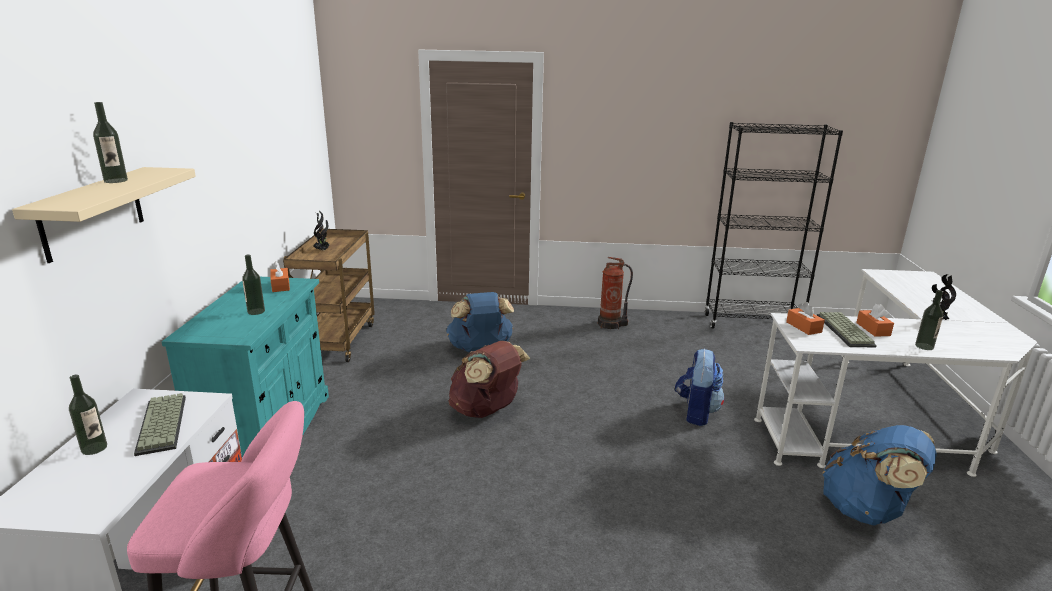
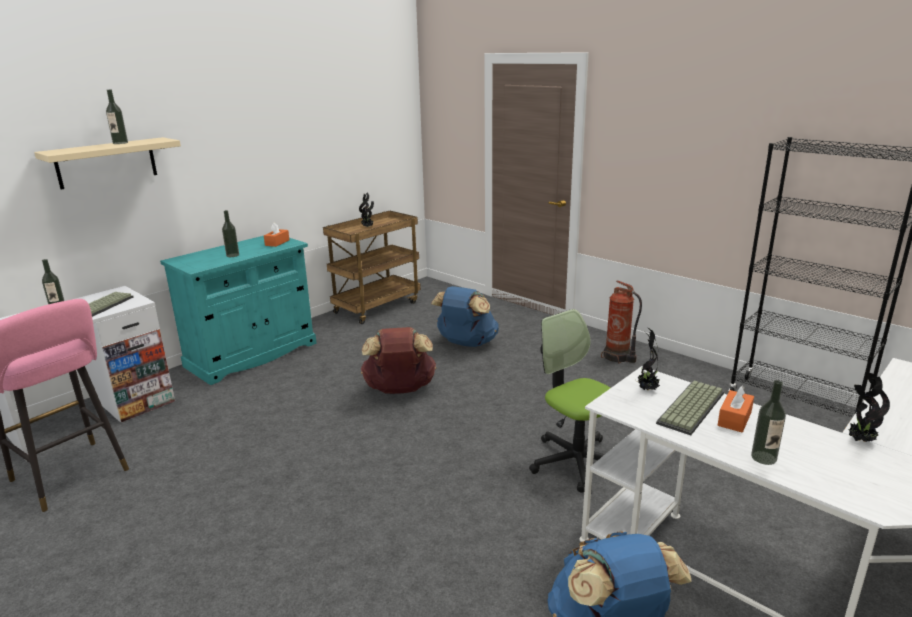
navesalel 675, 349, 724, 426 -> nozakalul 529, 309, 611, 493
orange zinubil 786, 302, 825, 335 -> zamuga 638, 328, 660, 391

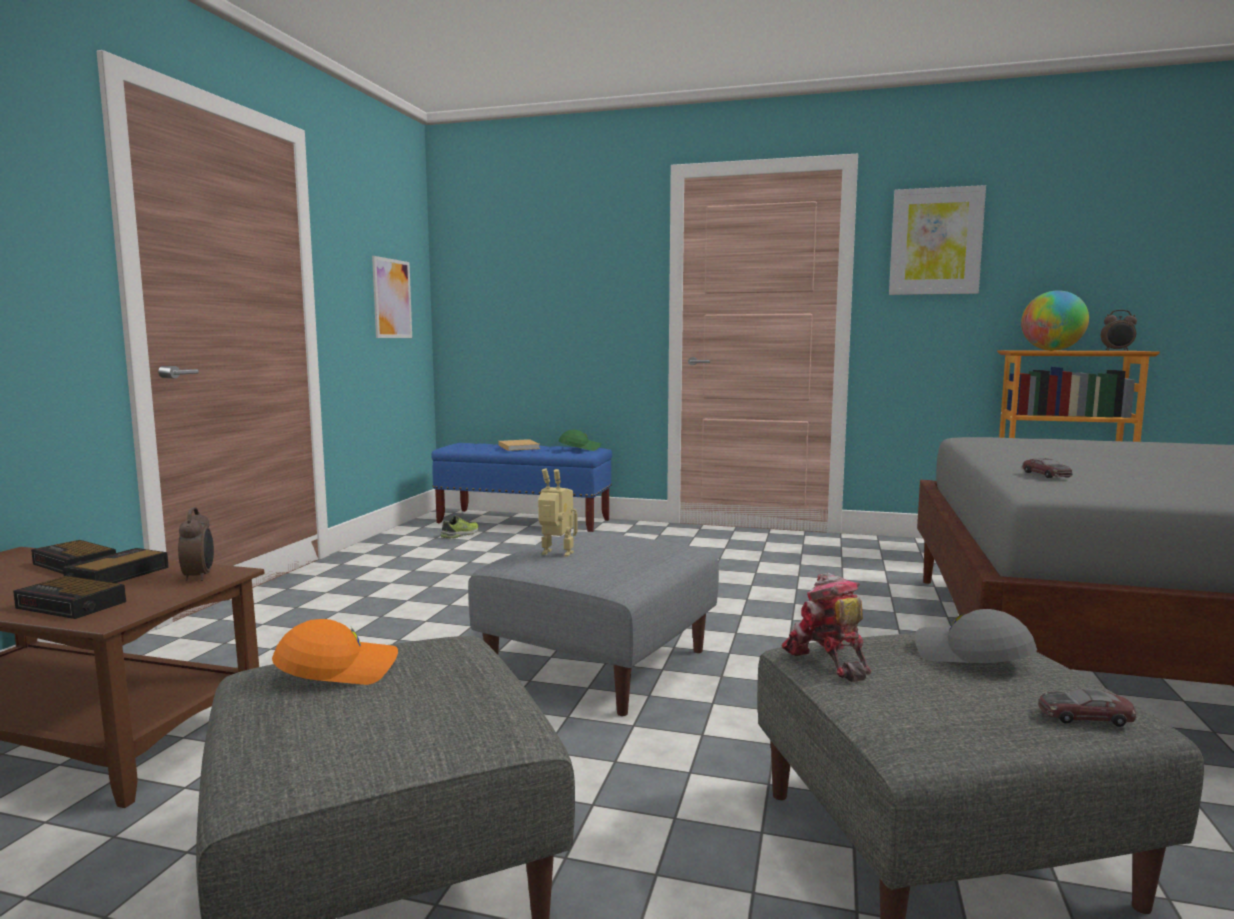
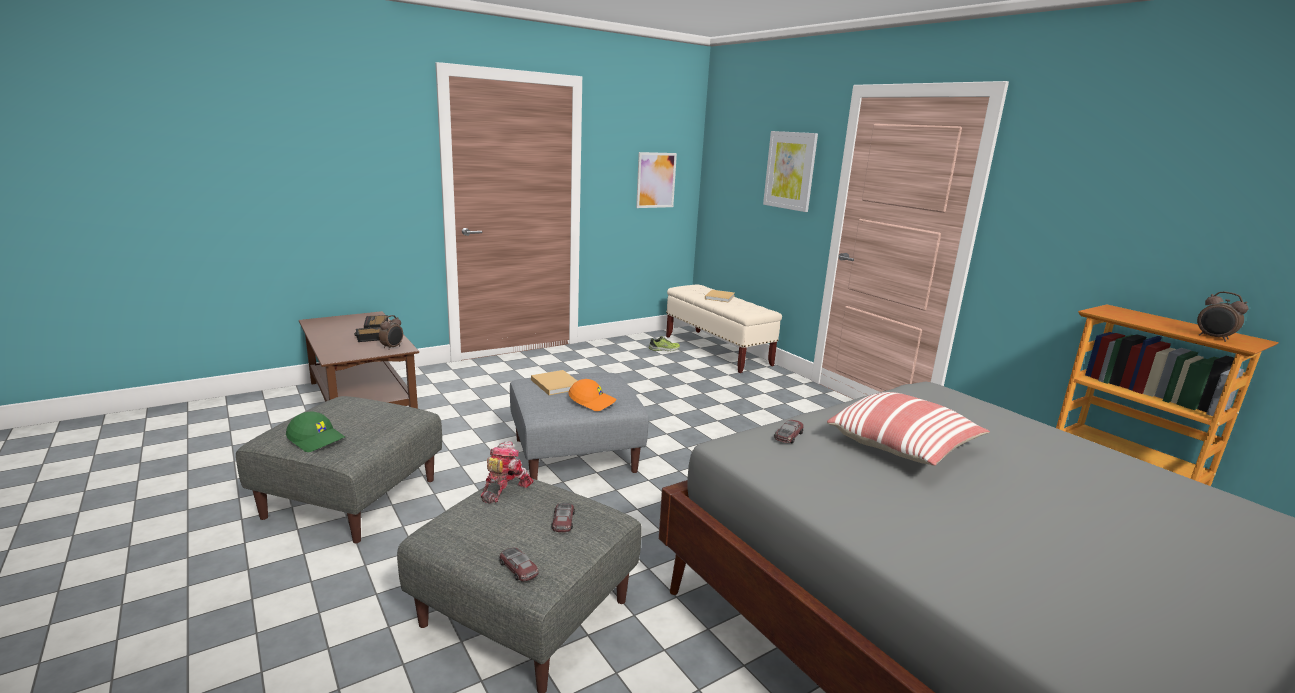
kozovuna 13, 576, 126, 619 -> none
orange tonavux 272, 619, 398, 685 -> orange tonavux 568, 379, 616, 411, shifted
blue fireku 431, 443, 612, 532 -> beige fireku 666, 285, 782, 373
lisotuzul 538, 469, 578, 557 -> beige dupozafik 531, 370, 577, 395
green tonavux 559, 429, 601, 451 -> green tonavux 286, 412, 345, 452, shifted
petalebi 889, 185, 986, 295 -> petalebi 763, 131, 818, 212, shifted
grey tonavux 915, 609, 1037, 663 -> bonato 551, 503, 575, 532
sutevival 1021, 290, 1089, 351 -> none
none -> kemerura 827, 392, 990, 466

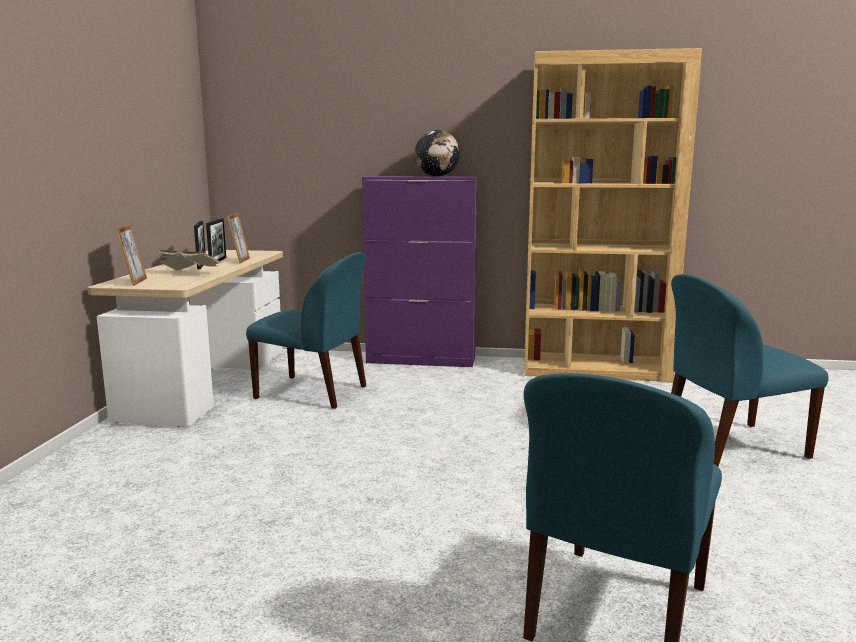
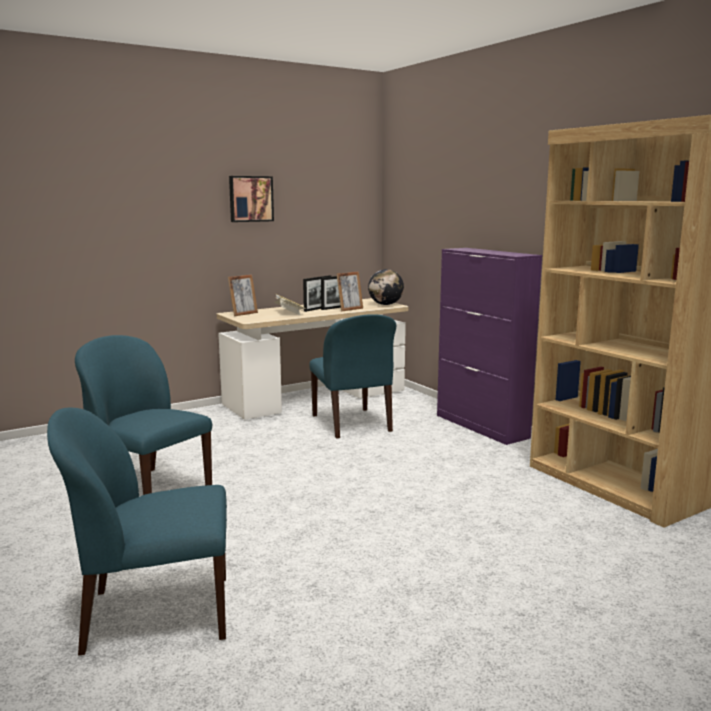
sutevival 415, 130, 460, 176 -> sutevival 368, 269, 404, 305, shifted
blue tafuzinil 671, 274, 828, 466 -> blue tafuzinil 75, 335, 212, 495, shifted
none -> petalebi 229, 176, 274, 222

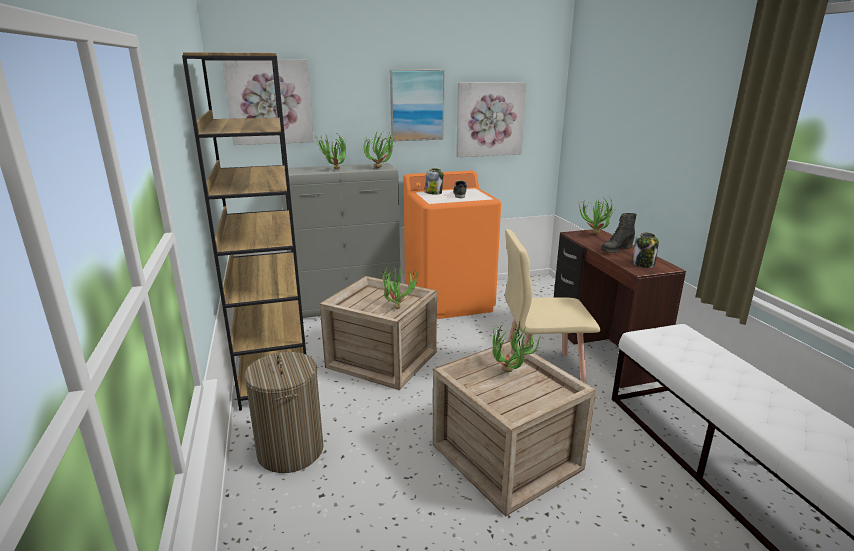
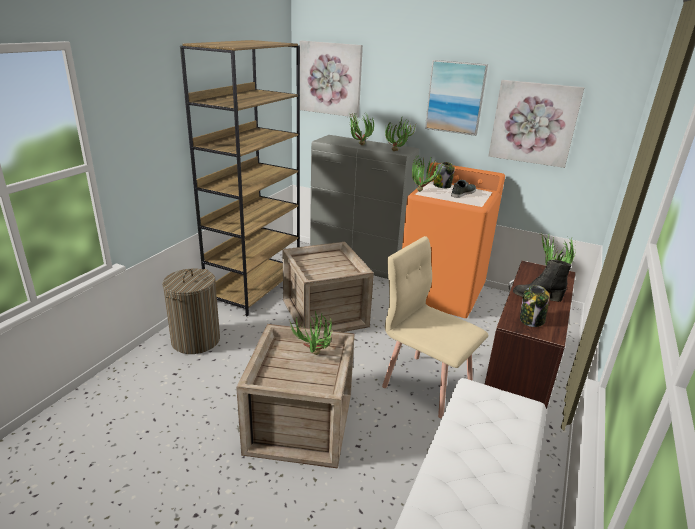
zamuga 381, 267, 419, 310 -> zamuga 412, 156, 444, 192, shifted

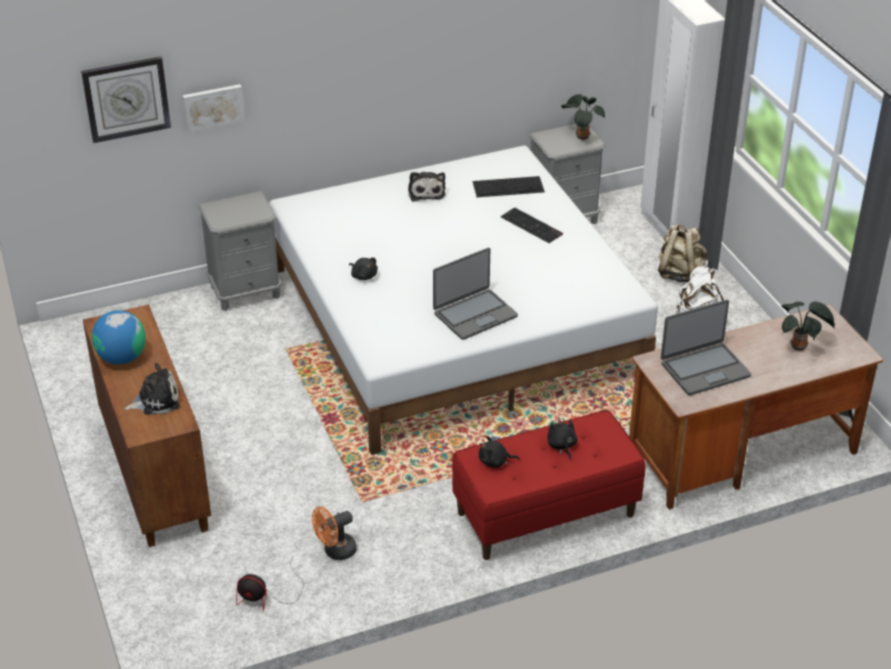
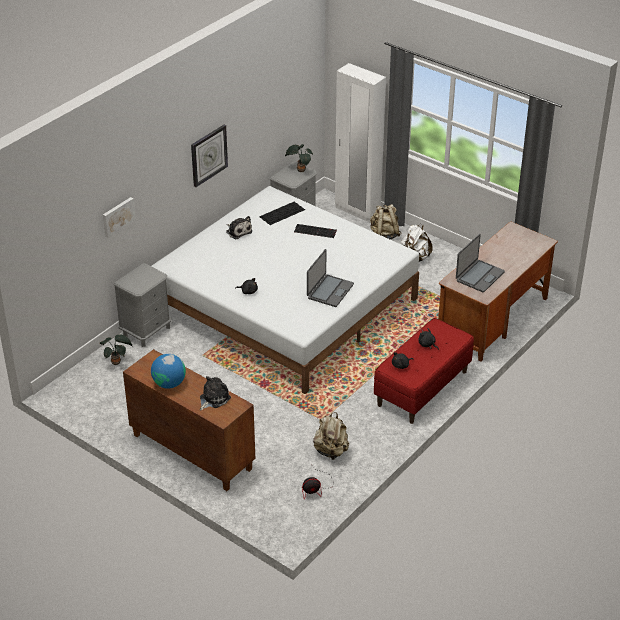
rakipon 81, 56, 171, 143 -> rakipon 191, 125, 228, 187, shifted
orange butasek 312, 506, 357, 560 -> beige navesalel 313, 412, 349, 460
zamuga 781, 301, 835, 351 -> zamuga 99, 334, 132, 365, shifted

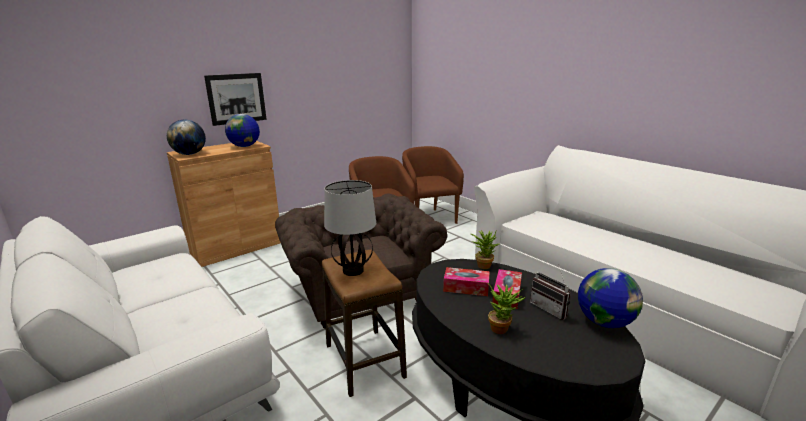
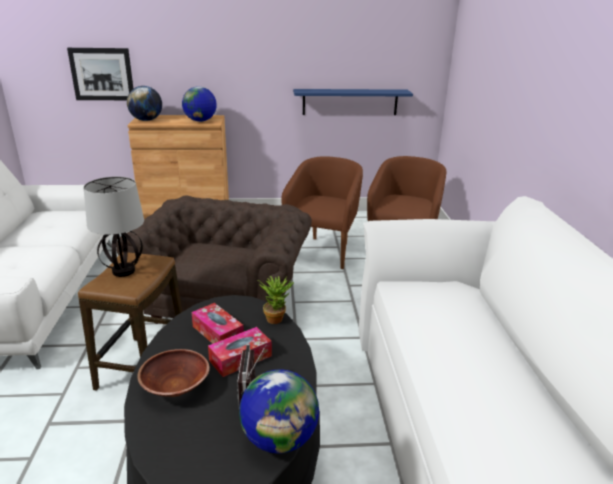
petalebi 204, 73, 267, 126 -> petalebi 67, 48, 133, 100, shifted
zamuga 487, 283, 526, 334 -> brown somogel 137, 349, 210, 397
none -> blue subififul 293, 89, 413, 115

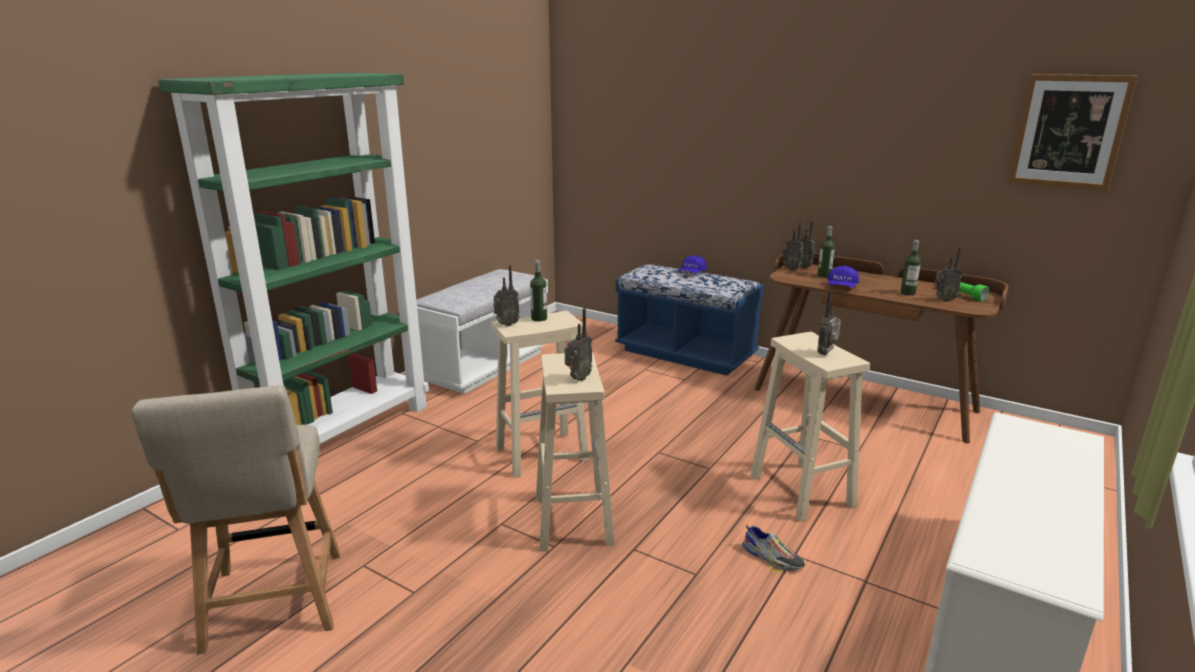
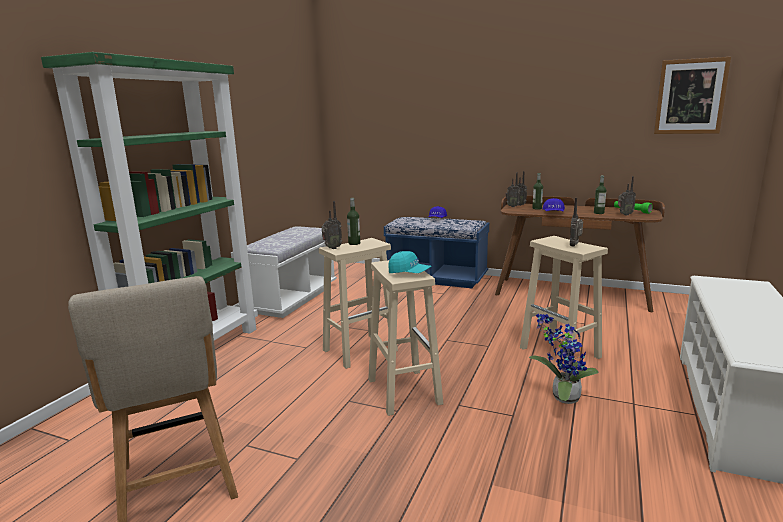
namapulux 565, 308, 592, 381 -> turquoise tonavux 388, 251, 431, 273
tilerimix 742, 525, 805, 573 -> zamuga 529, 313, 598, 404

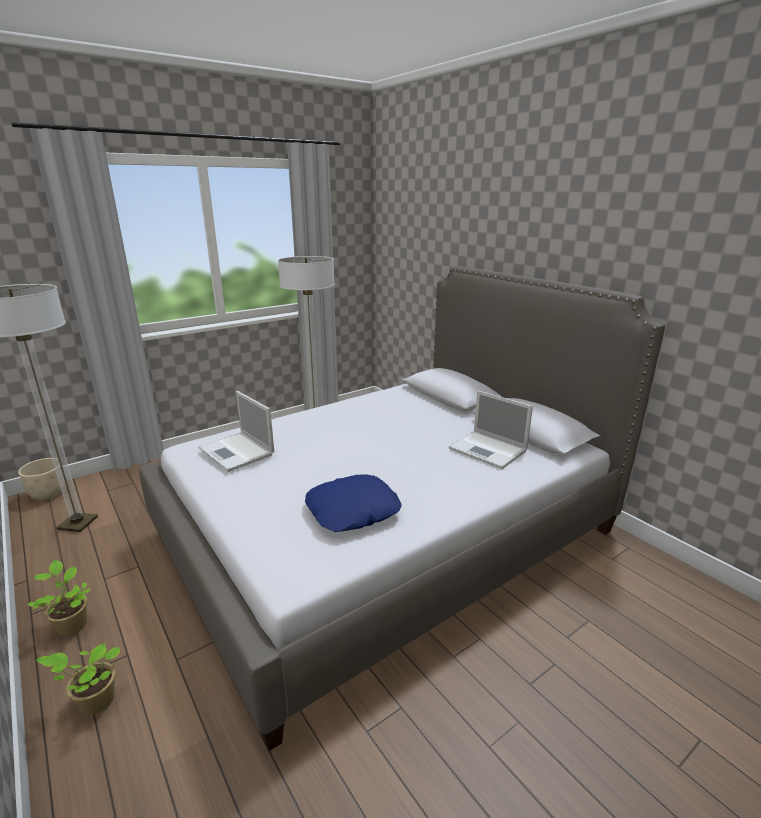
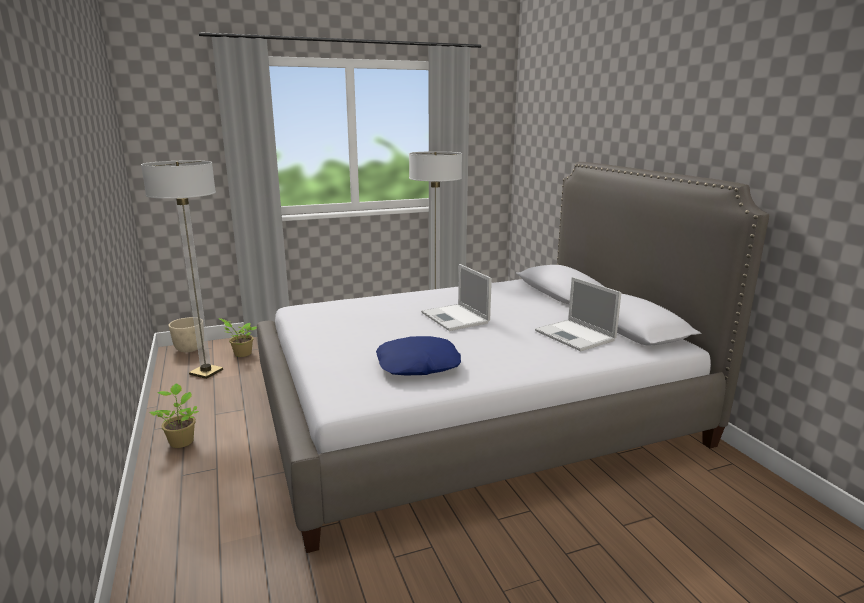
zamuga 36, 643, 121, 715 -> zamuga 218, 318, 257, 357, shifted
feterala 199, 391, 274, 472 -> feterala 421, 264, 492, 331, shifted

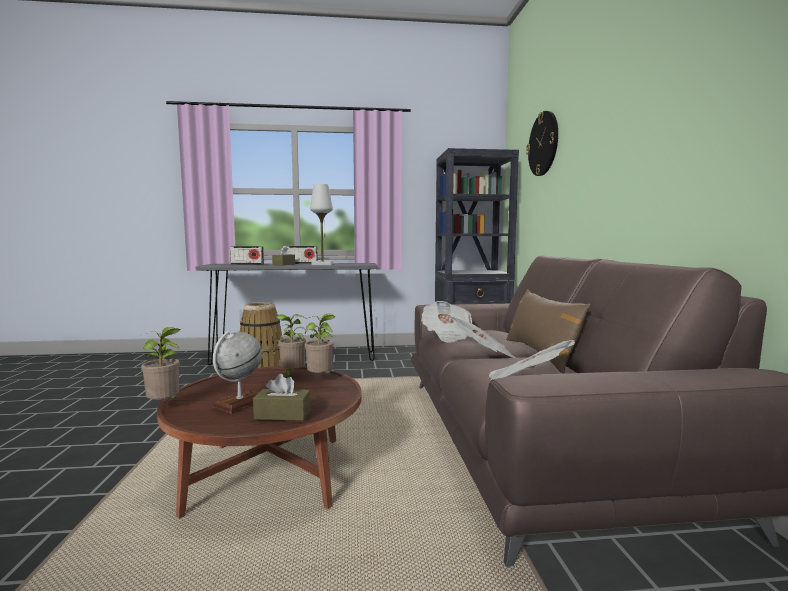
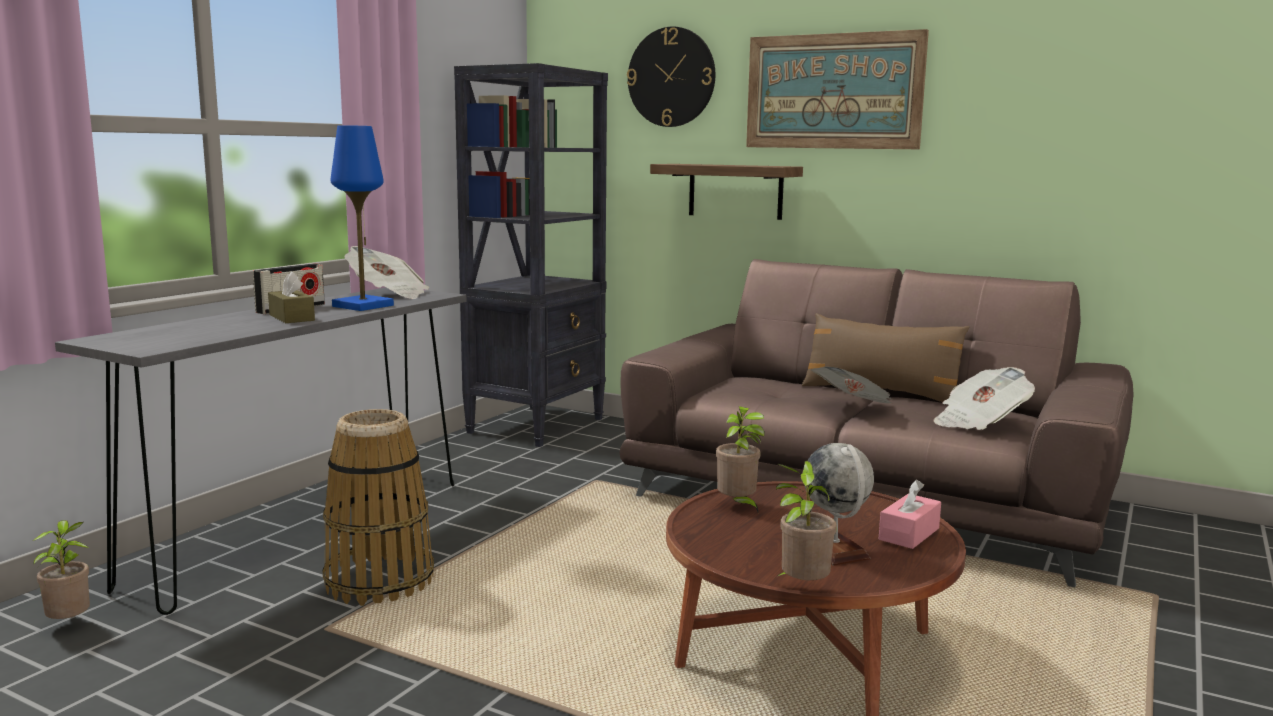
namapulux 230, 246, 264, 265 -> none
brown zinubil 253, 374, 311, 421 -> pink zinubil 879, 480, 941, 549
zamuga 305, 314, 335, 374 -> zamuga 33, 520, 90, 619, shifted
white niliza 310, 184, 333, 265 -> blue niliza 331, 125, 394, 311
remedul 421, 301, 472, 343 -> remedul 345, 246, 429, 299, shifted
none -> subififul 650, 164, 803, 220
none -> petalebi 746, 29, 929, 149

